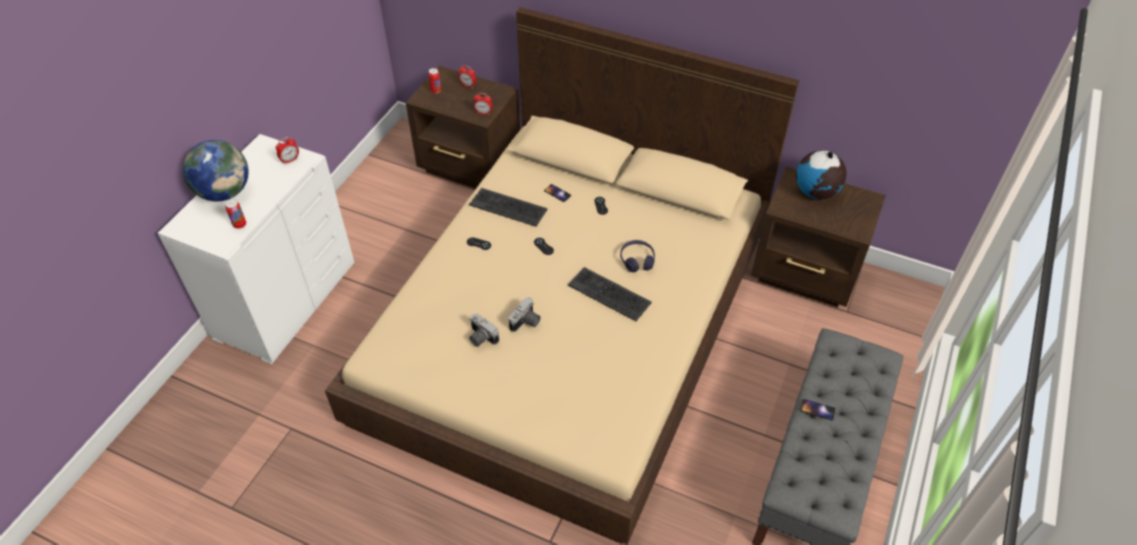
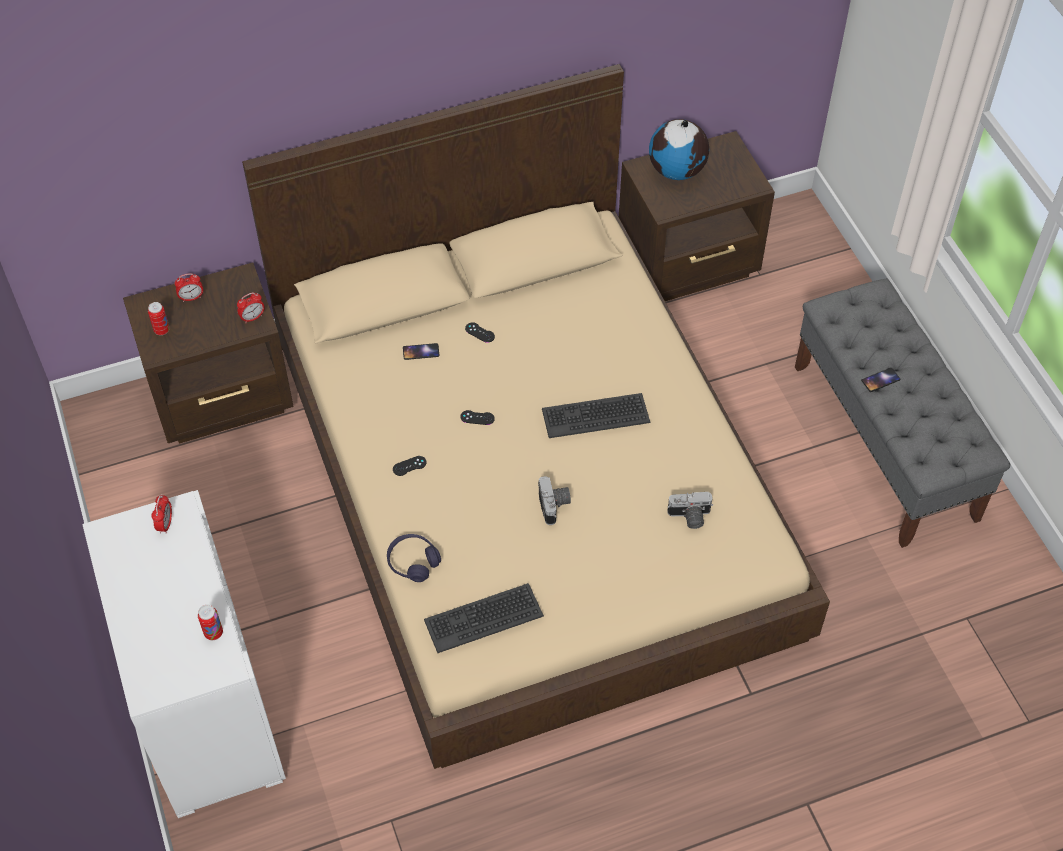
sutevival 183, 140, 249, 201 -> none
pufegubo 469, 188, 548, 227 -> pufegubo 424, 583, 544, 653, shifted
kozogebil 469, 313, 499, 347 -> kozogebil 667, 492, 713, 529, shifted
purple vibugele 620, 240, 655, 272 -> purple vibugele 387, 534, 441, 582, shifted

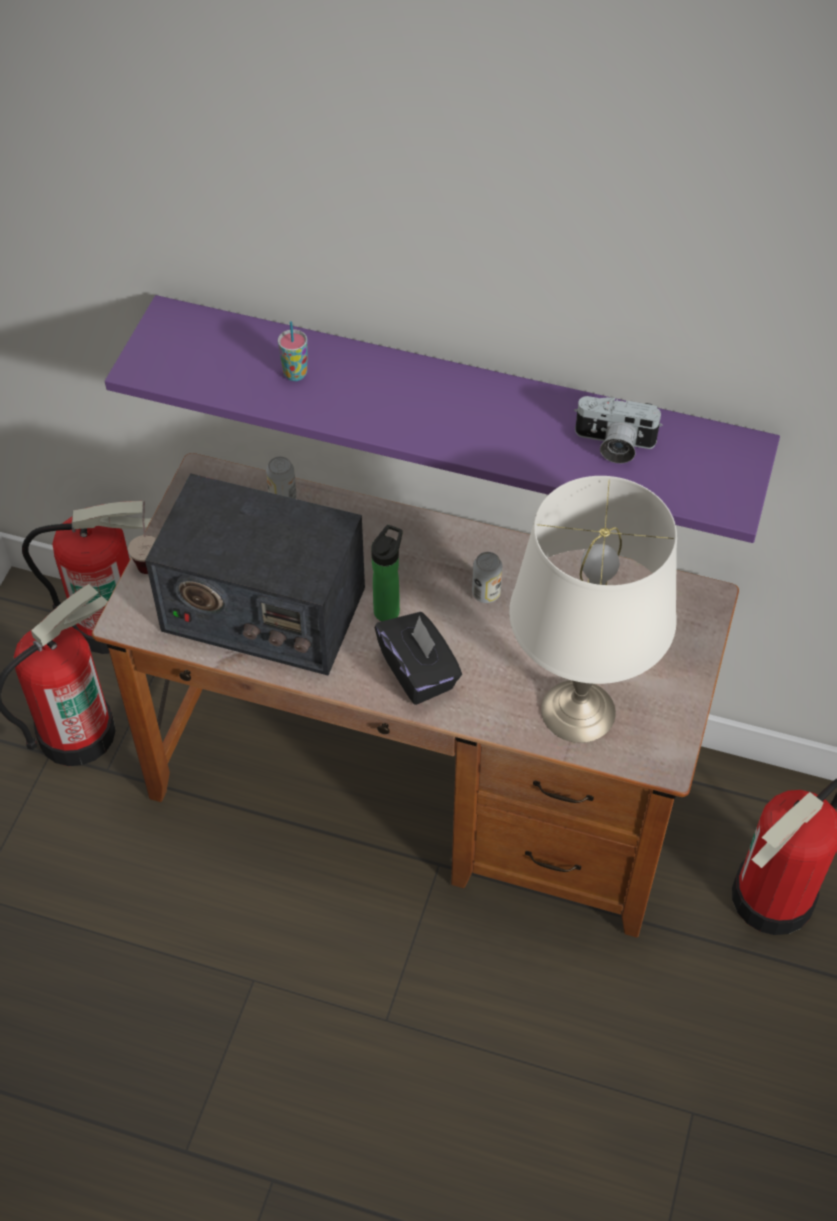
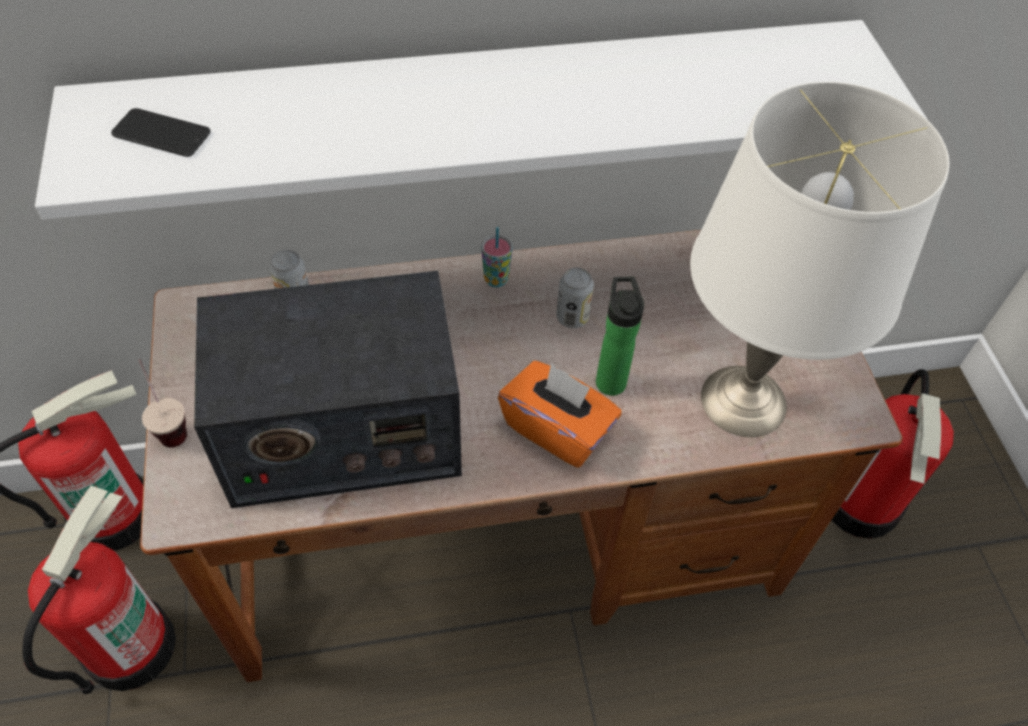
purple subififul 105, 295, 780, 543 -> white subififul 35, 20, 927, 220
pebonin 278, 321, 307, 381 -> pebonin 481, 227, 513, 287, shifted
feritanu 371, 525, 403, 621 -> feritanu 596, 277, 644, 396, shifted
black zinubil 375, 612, 462, 705 -> orange zinubil 498, 361, 622, 468
kozogebil 574, 396, 663, 464 -> none
none -> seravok 111, 108, 211, 157

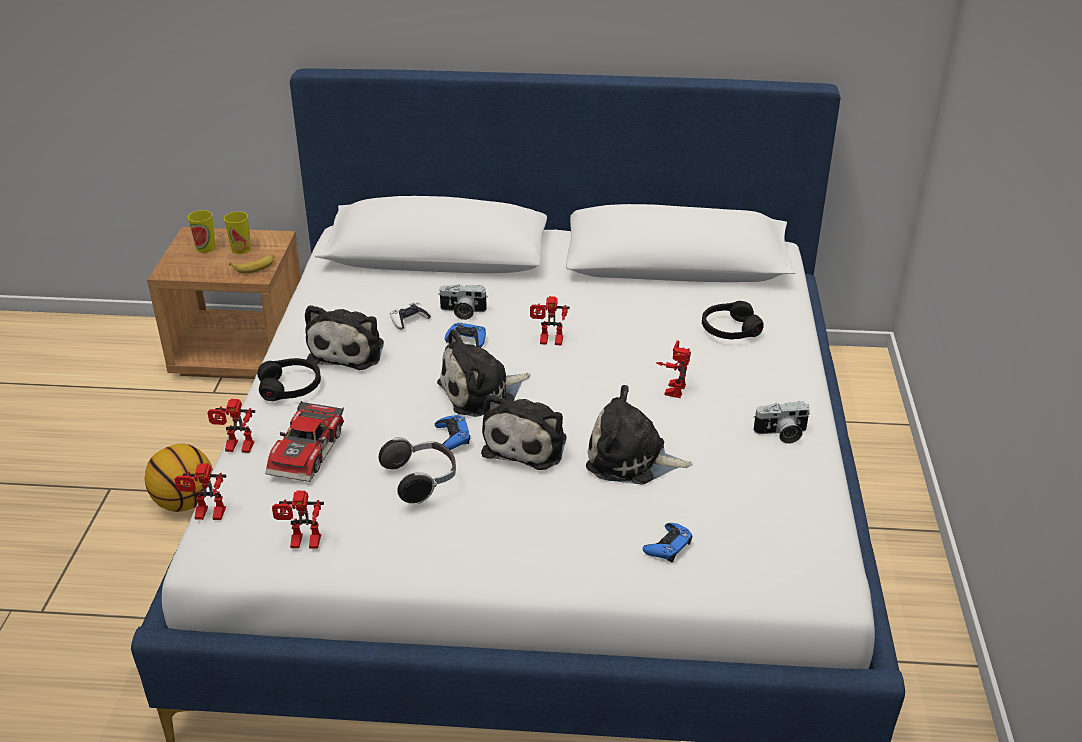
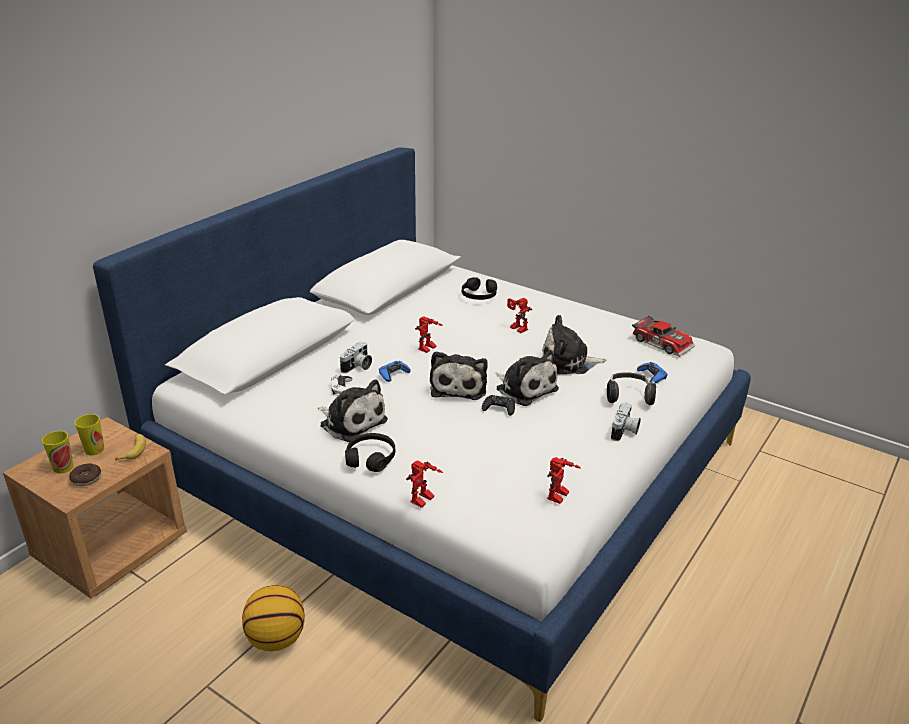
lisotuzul 175, 463, 226, 520 -> none
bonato 265, 401, 344, 482 -> bonato 632, 316, 695, 357, shifted
vibugele 379, 437, 456, 504 -> vibugele 607, 372, 656, 405, shifted
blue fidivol 435, 415, 470, 450 -> black fidivol 482, 395, 515, 416
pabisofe 586, 385, 693, 485 -> pabisofe 542, 315, 606, 374, 45 degrees clockwise
kozogebil 753, 402, 810, 444 -> kozogebil 611, 403, 641, 441, shifted
none -> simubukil 69, 463, 101, 486

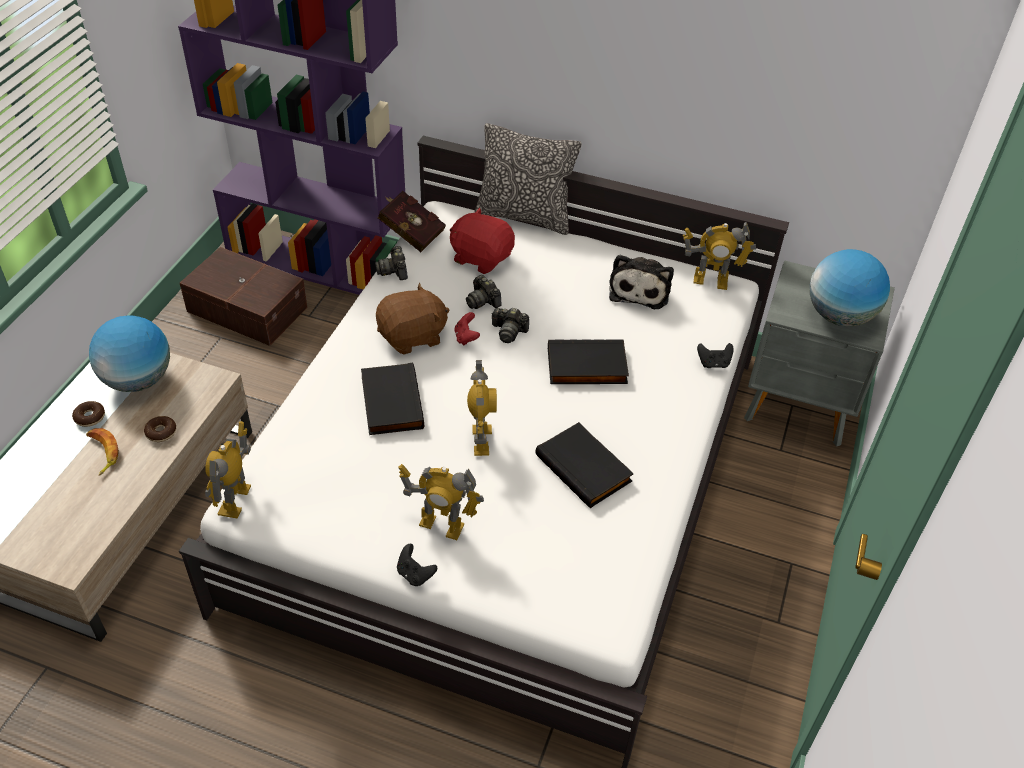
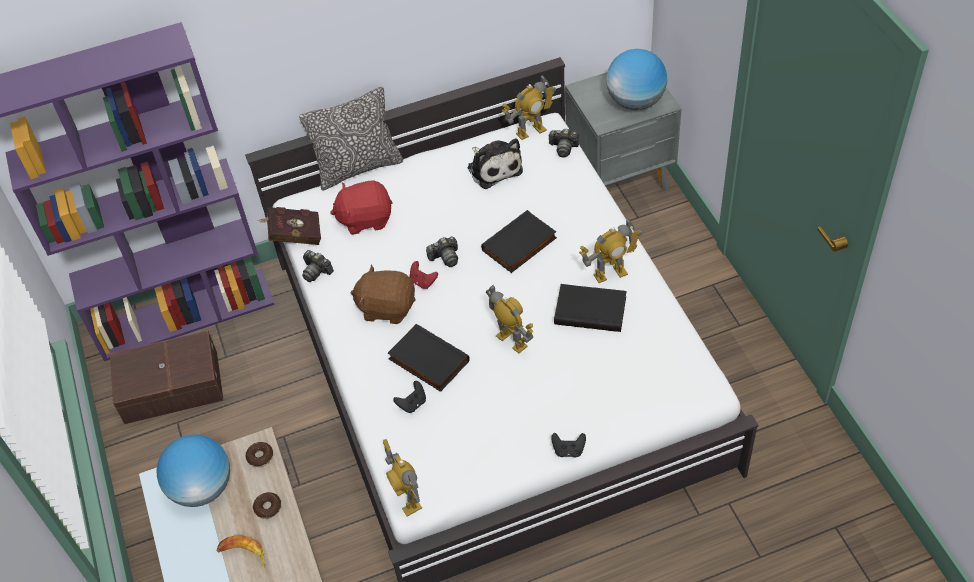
simubukil 72, 401, 105, 427 -> simubukil 246, 442, 273, 467, shifted
brown pabisofe 376, 283, 449, 355 -> brown pabisofe 350, 264, 415, 324, 105 degrees counterclockwise
lisotuzul 398, 464, 484, 540 -> lisotuzul 579, 219, 642, 283, shifted
kozogebil 466, 275, 502, 309 -> kozogebil 548, 129, 579, 157, shifted
black fidivol 697, 343, 733, 368 -> black fidivol 393, 381, 426, 413, shifted

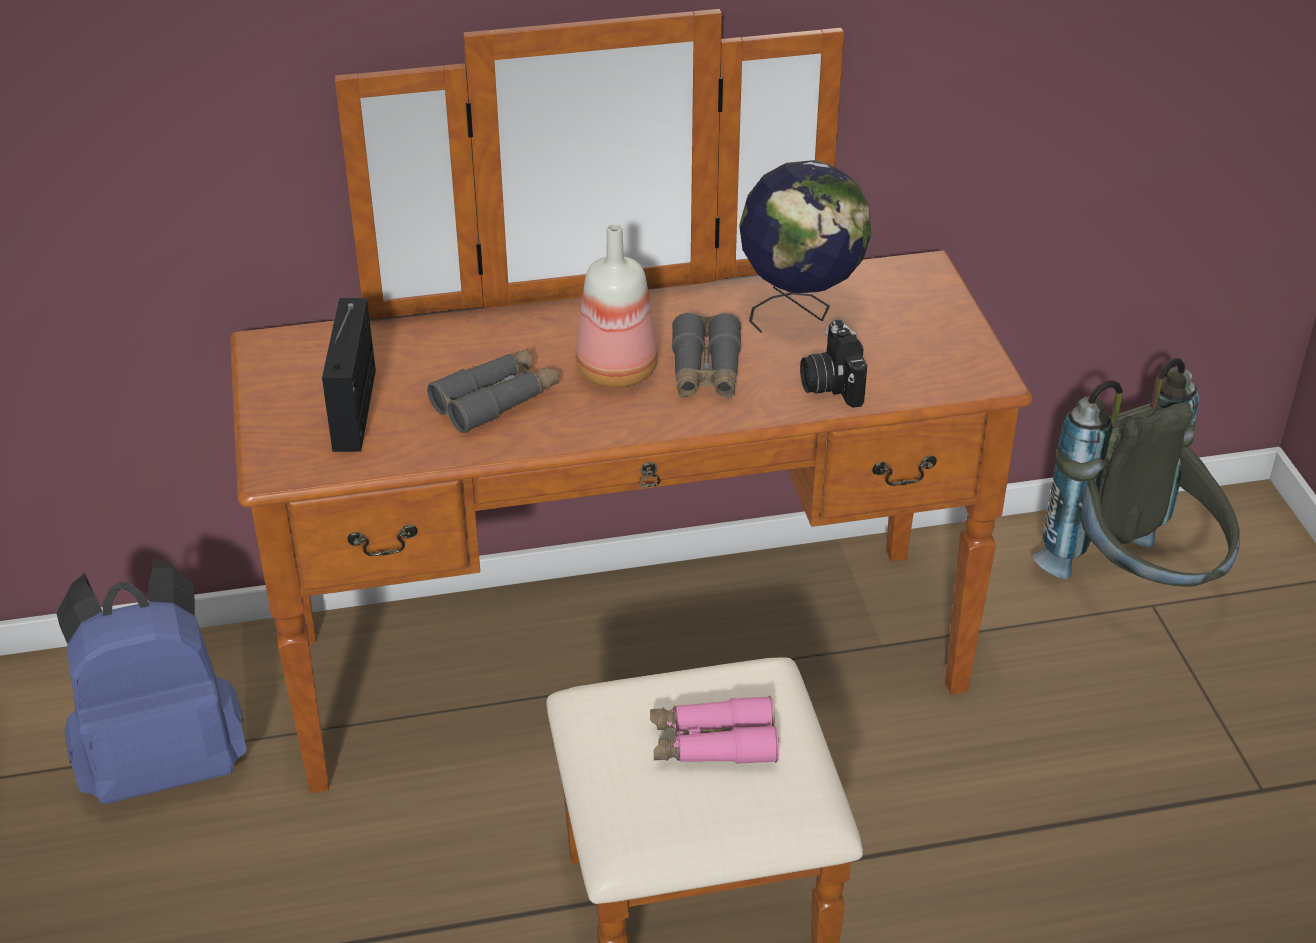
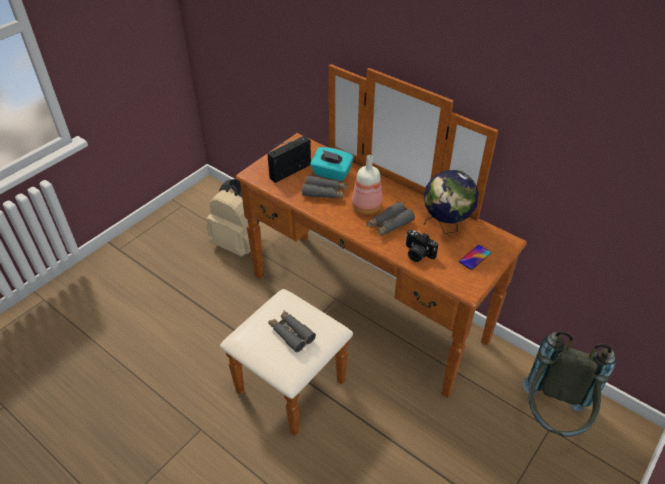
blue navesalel 56, 558, 246, 804 -> beige navesalel 207, 179, 259, 257
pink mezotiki 650, 696, 779, 764 -> grey mezotiki 268, 311, 316, 352
kozogebil 800, 320, 867, 408 -> kozogebil 406, 230, 438, 262, 90 degrees counterclockwise
none -> turquoise zinubil 310, 147, 354, 181
none -> seravok 459, 245, 491, 270

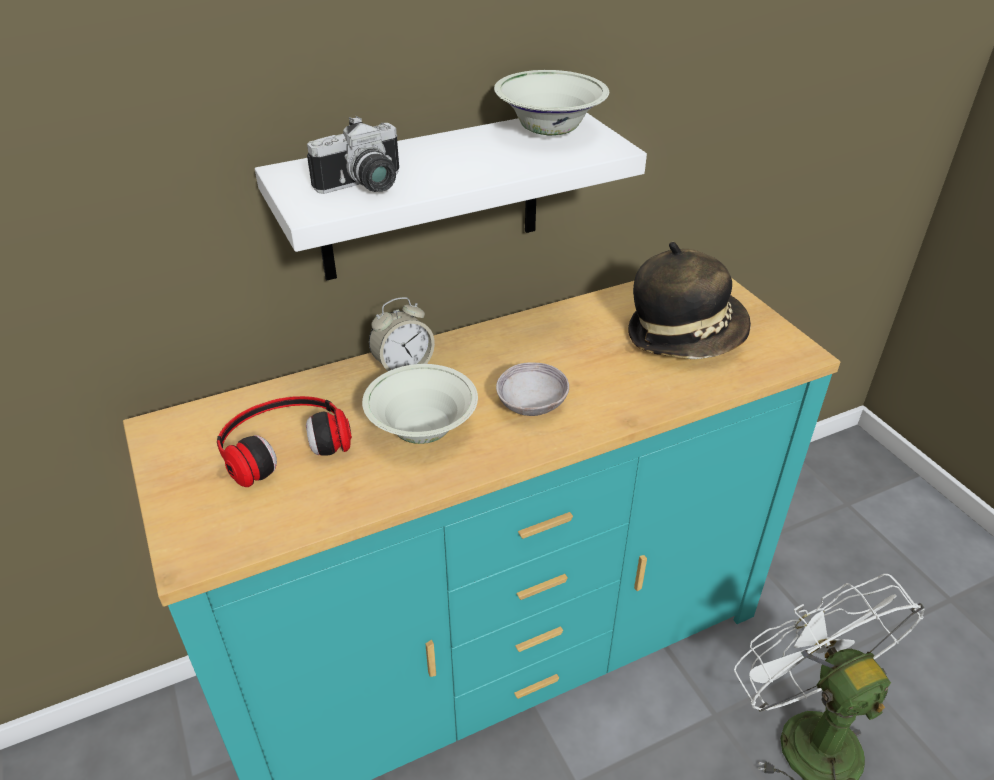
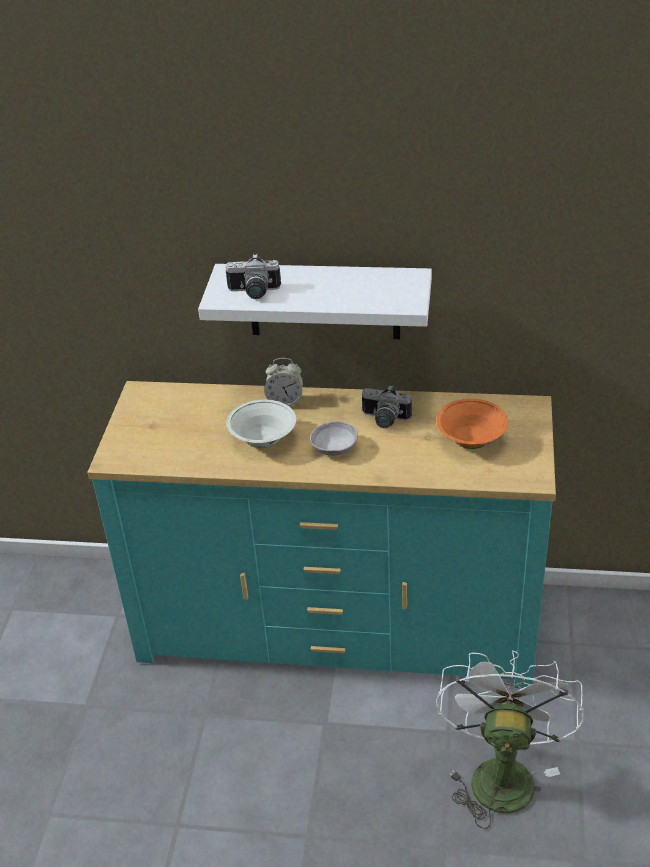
vibugele 217, 396, 352, 487 -> none
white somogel 494, 70, 609, 136 -> none
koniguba 628, 242, 751, 359 -> orange somogel 436, 399, 508, 449
none -> kozogebil 362, 385, 412, 428

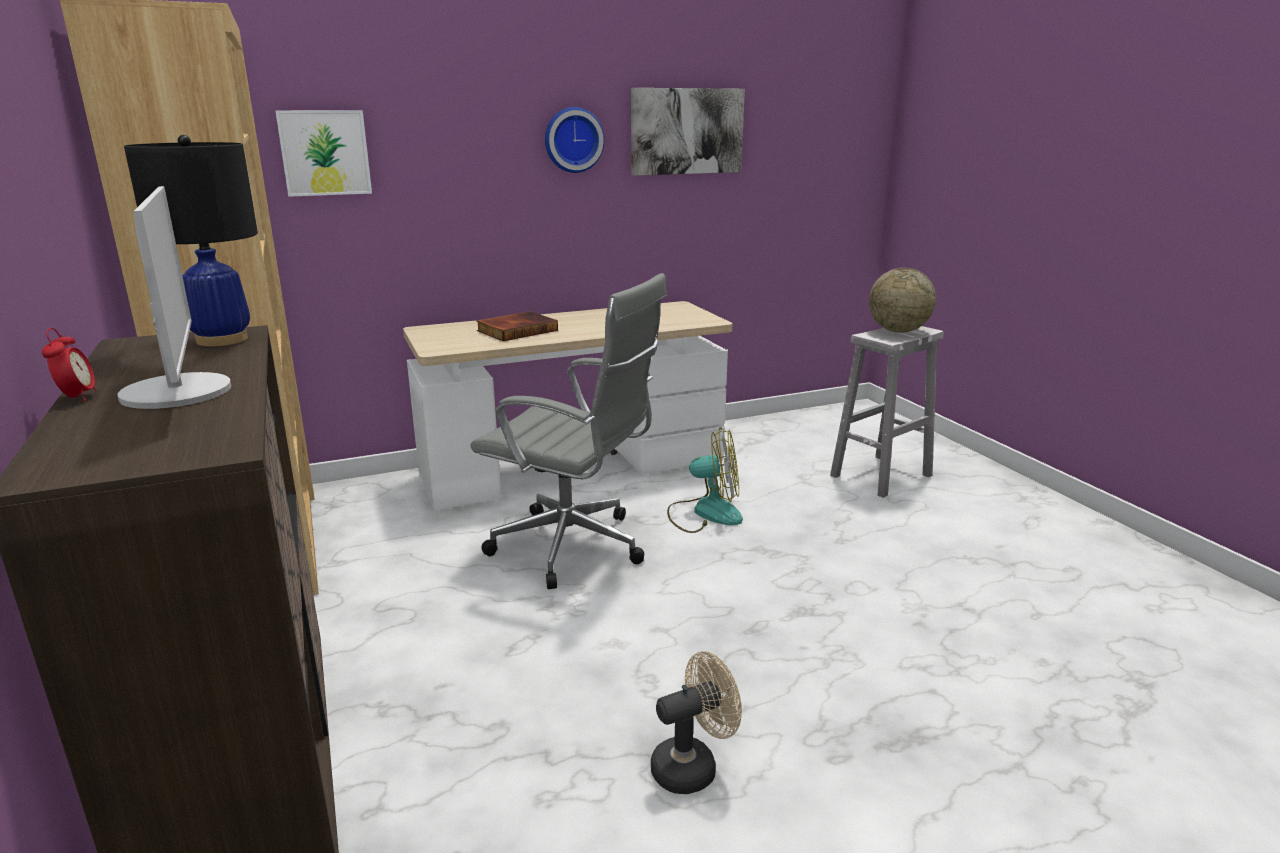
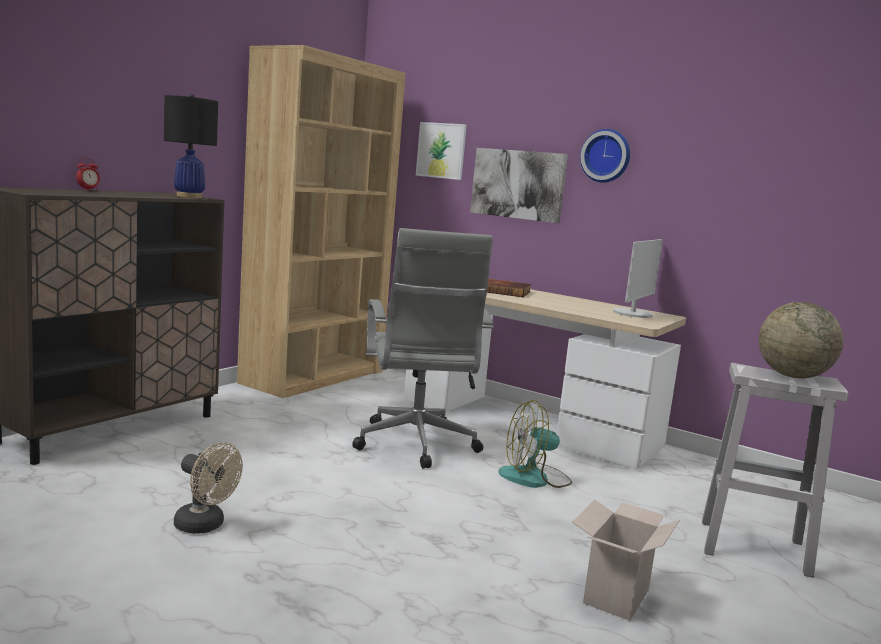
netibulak 117, 186, 231, 409 -> netibulak 613, 239, 663, 318, shifted
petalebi 631, 88, 745, 176 -> petalebi 470, 148, 568, 223, shifted
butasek 667, 427, 743, 533 -> butasek 498, 400, 572, 488, 105 degrees clockwise
none -> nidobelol 572, 500, 680, 621

